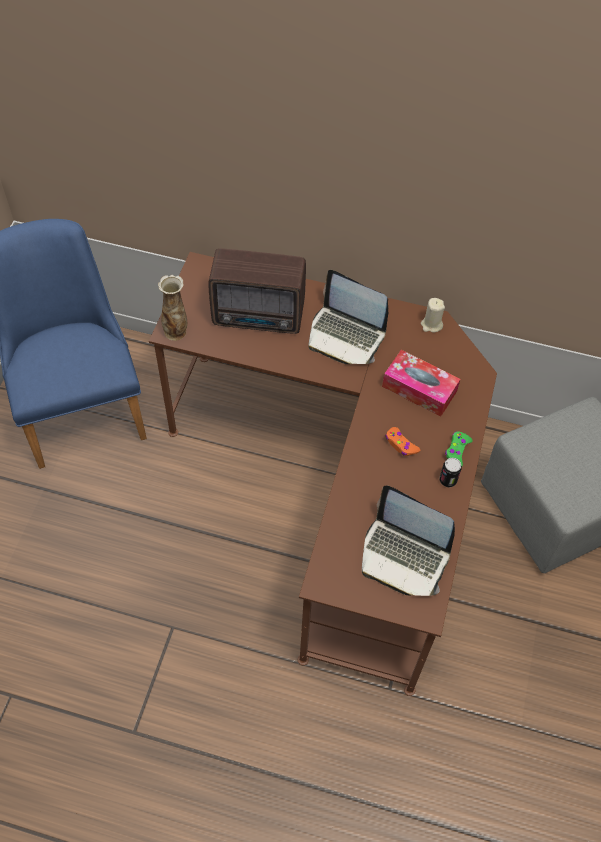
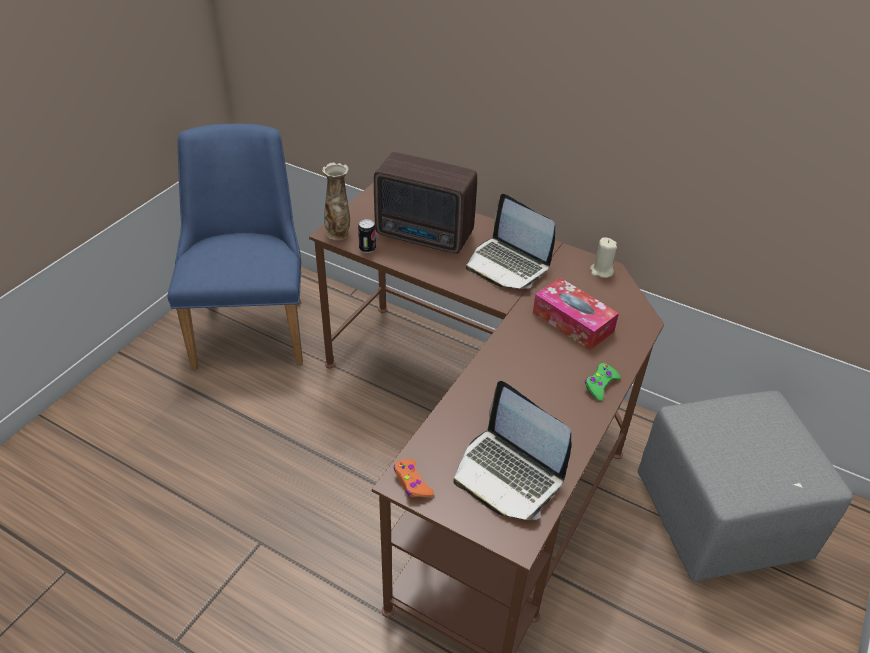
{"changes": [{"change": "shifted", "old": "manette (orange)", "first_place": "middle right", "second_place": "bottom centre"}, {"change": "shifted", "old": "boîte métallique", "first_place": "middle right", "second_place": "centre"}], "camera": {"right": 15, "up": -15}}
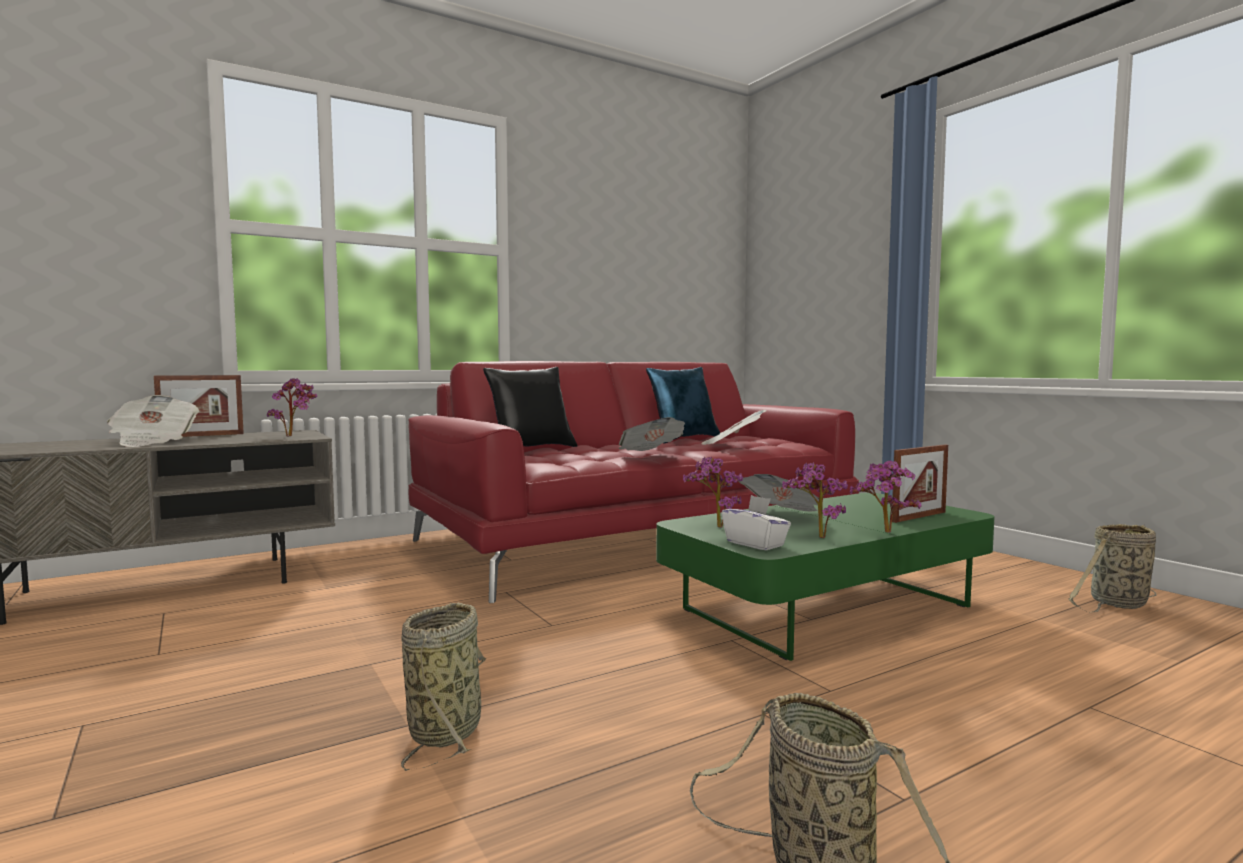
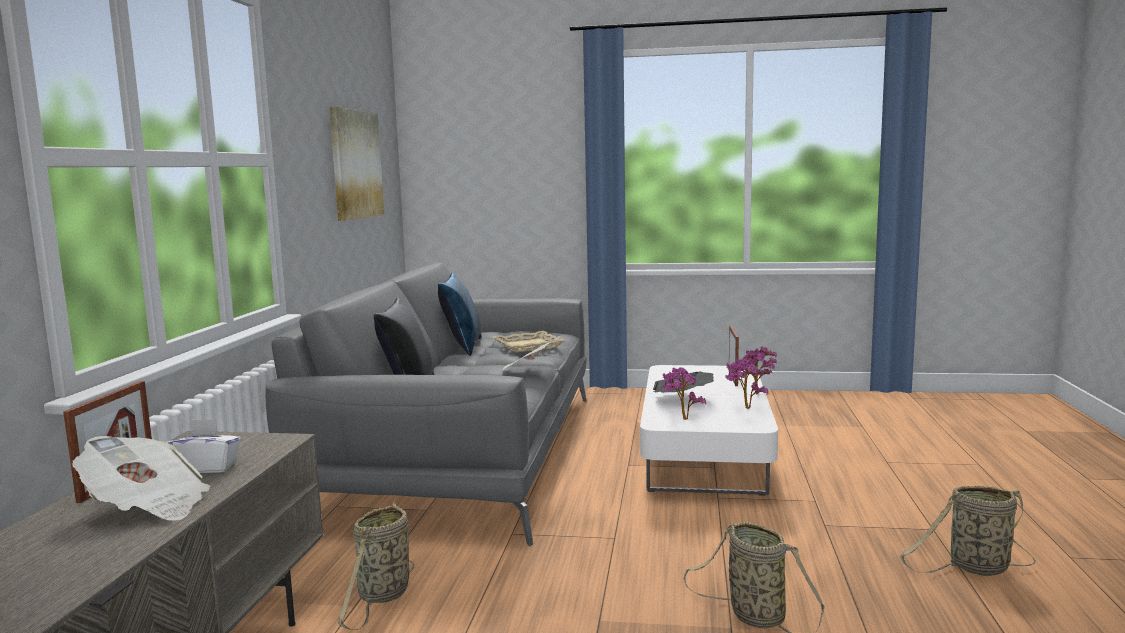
{"changes": [{"change": "gone", "old": "plante en pot (no. 1 from left)", "first_place": "middle left"}, {"change": "repainted", "old": "canapé (rouge)", "new": "canapé (gris)", "first_place": "centre", "second_place": "centre"}, {"change": "repainted", "old": "table basse (vert)", "new": "table basse (blanc)", "first_place": "bottom centre", "second_place": "bottom centre"}, {"change": "swapped", "old": "journal (no. 3 from left)", "new": "plateau (beige)", "first_place": "centre", "second_place": "centre"}, {"change": "shifted", "old": "boîte à mouchoirs (blanc)", "first_place": "centre", "second_place": "bottom left"}, {"change": "shifted", "old": "panier (no. 3 from left in the first image)", "new": "panier (no. 1 from left)", "first_place": "middle right", "second_place": "bottom centre"}, {"change": "new", "new": "tableau", "second_place": "top left"}], "camera": {"right": -50, "up": 5}}
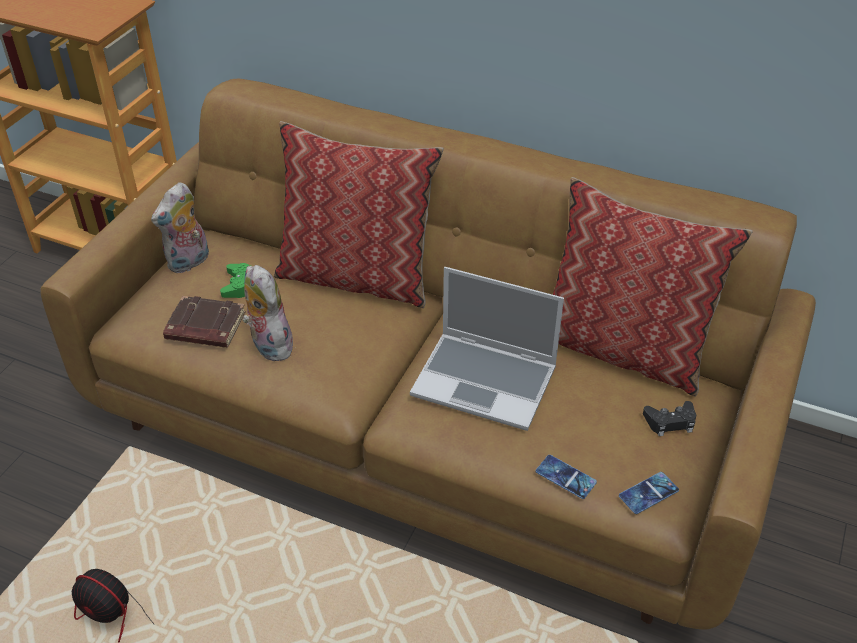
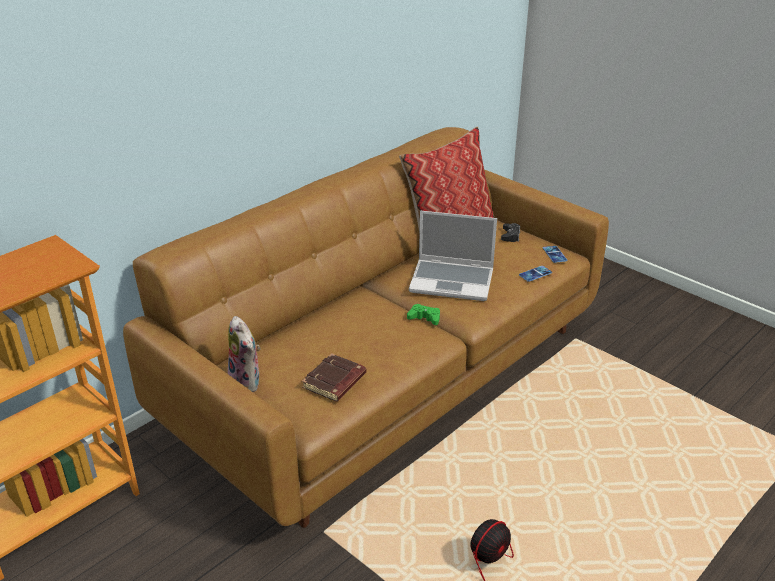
{"changes": [{"change": "shifted", "old": "manette (vert)", "first_place": "middle left", "second_place": "centre"}, {"change": "gone", "old": "peluche (no. 2 from left)", "first_place": "middle left"}, {"change": "gone", "old": "coussin (no. 1 from left)", "first_place": "top centre"}, {"change": "rotated", "old": "ordinateur portable", "first_place": "centre", "second_place": "centre", "degrees": 60}], "camera": {"right": -70, "up": -10}}
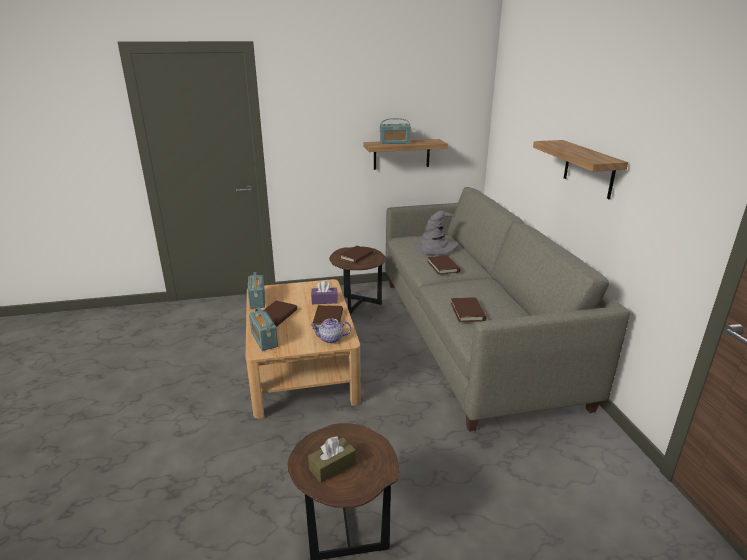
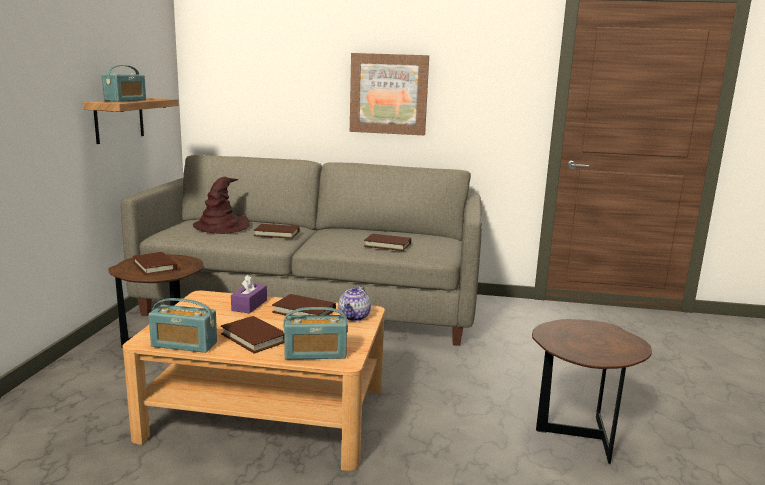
{"changes": [{"change": "gone", "old": "boîte à mouchoirs (marron)", "first_place": "bottom centre"}, {"change": "repainted", "old": "chapeau (gris)", "new": "chapeau (marron)", "first_place": "centre", "second_place": "middle left"}, {"change": "swapped", "old": "étagère (no. 2 from left)", "new": "tableau", "first_place": "top right", "second_place": "top centre"}], "camera": {"right": -70, "up": -10}}
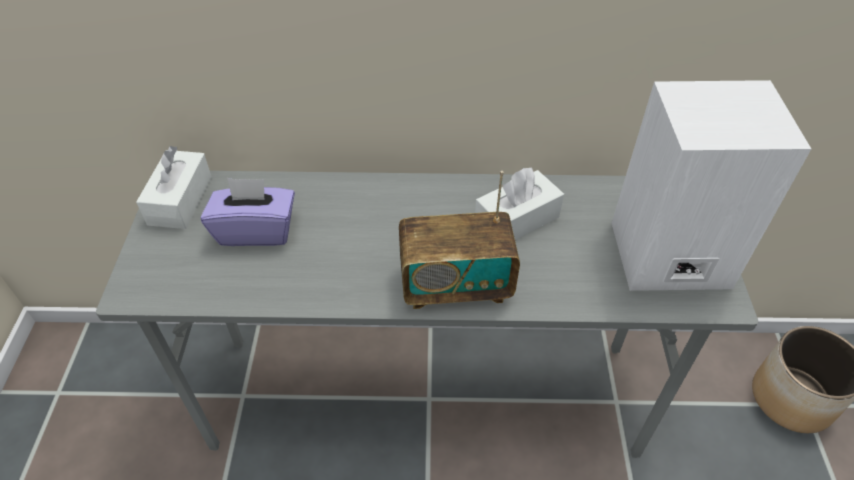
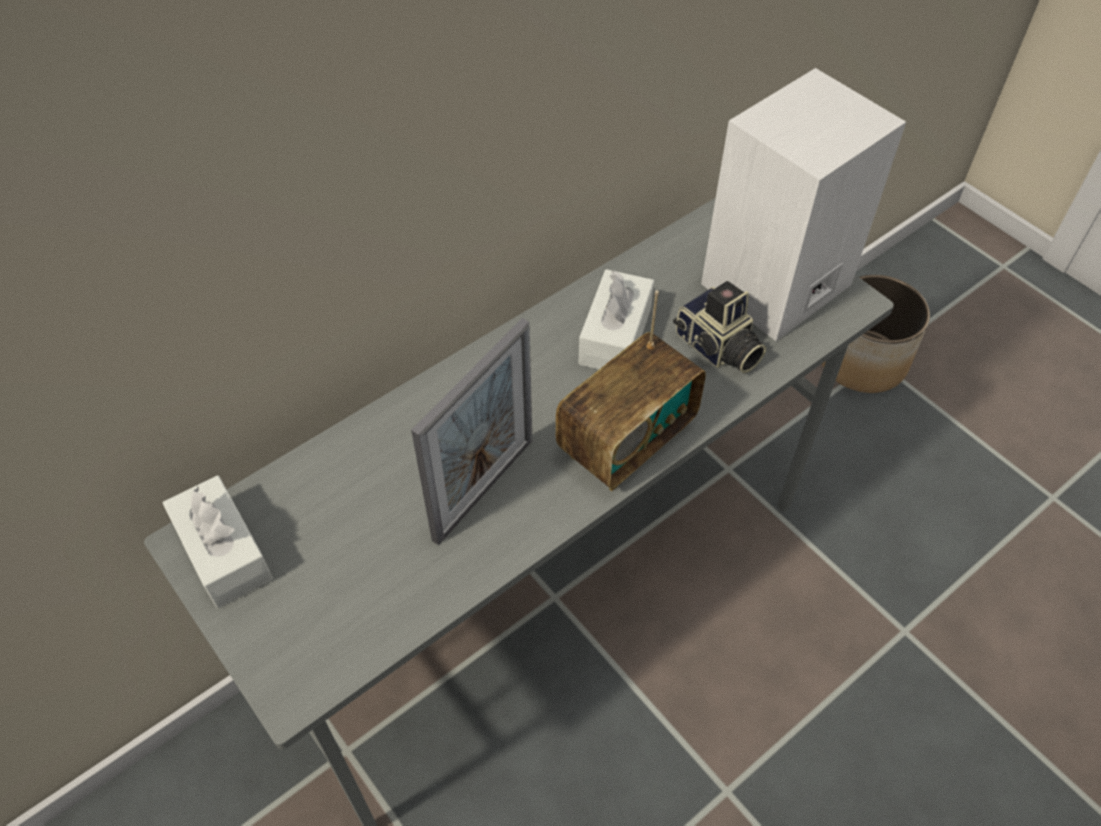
{"changes": [{"change": "gone", "old": "boîte à mouchoirs (violet)", "first_place": "middle left"}, {"change": "new", "new": "cadre photo", "second_place": "centre"}, {"change": "new", "new": "appareil photo", "second_place": "centre"}], "camera": {"right": -40, "up": 5}}
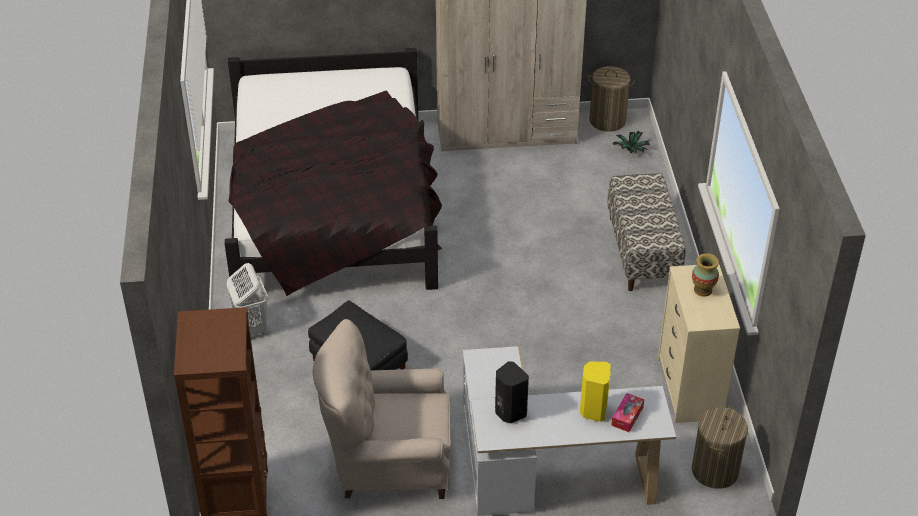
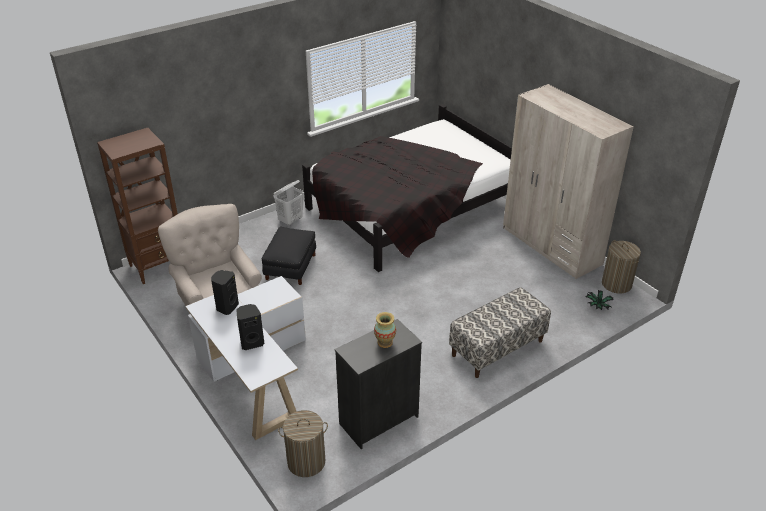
{"changes": [{"change": "repainted", "old": "enceinte (jaune)", "new": "enceinte (noir) (no. 2 from left)", "first_place": "bottom centre", "second_place": "middle left"}, {"change": "gone", "old": "boîte à mouchoirs", "first_place": "bottom right"}, {"change": "repainted", "old": "commode (beige)", "new": "commode (noir)", "first_place": "middle right", "second_place": "bottom centre"}], "camera": {"right": 60, "up": -5}}
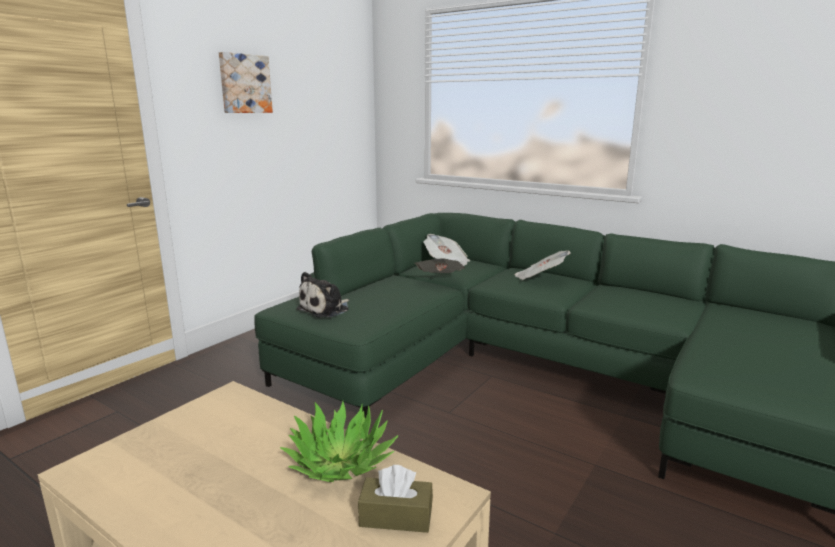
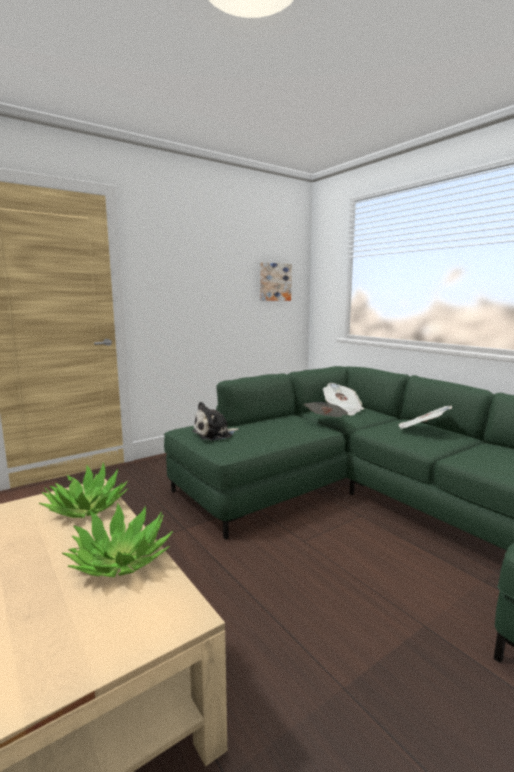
{"changes": [{"change": "shifted", "old": "tableau", "first_place": "top left", "second_place": "centre"}, {"change": "gone", "old": "boîte à mouchoirs (marron)", "first_place": "bottom centre"}, {"change": "new", "new": "plante en pot (no. 1 from left)", "second_place": "middle left"}], "camera": {"right": 20, "up": -5}}
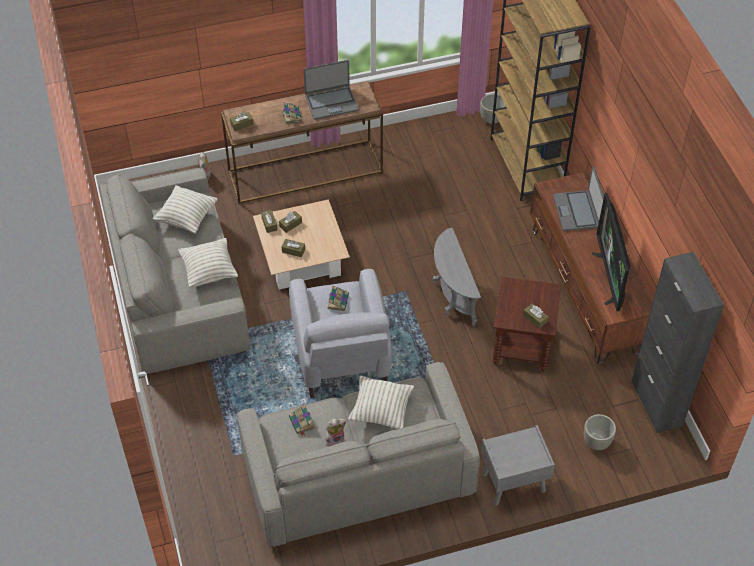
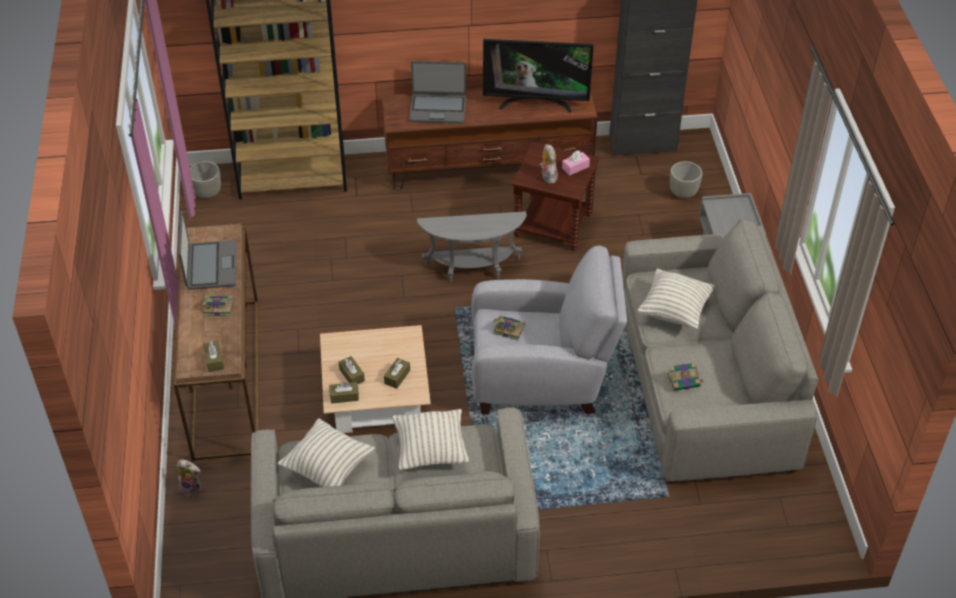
{"changes": [{"change": "shifted", "old": "peluche (no. 2 from left)", "first_place": "bottom centre", "second_place": "top centre"}, {"change": "repainted", "old": "boîte à mouchoirs (marron) (no. 5 from left)", "new": "boîte à mouchoirs (rose)", "first_place": "middle right", "second_place": "top centre"}], "camera": {"right": -80, "up": -5}}
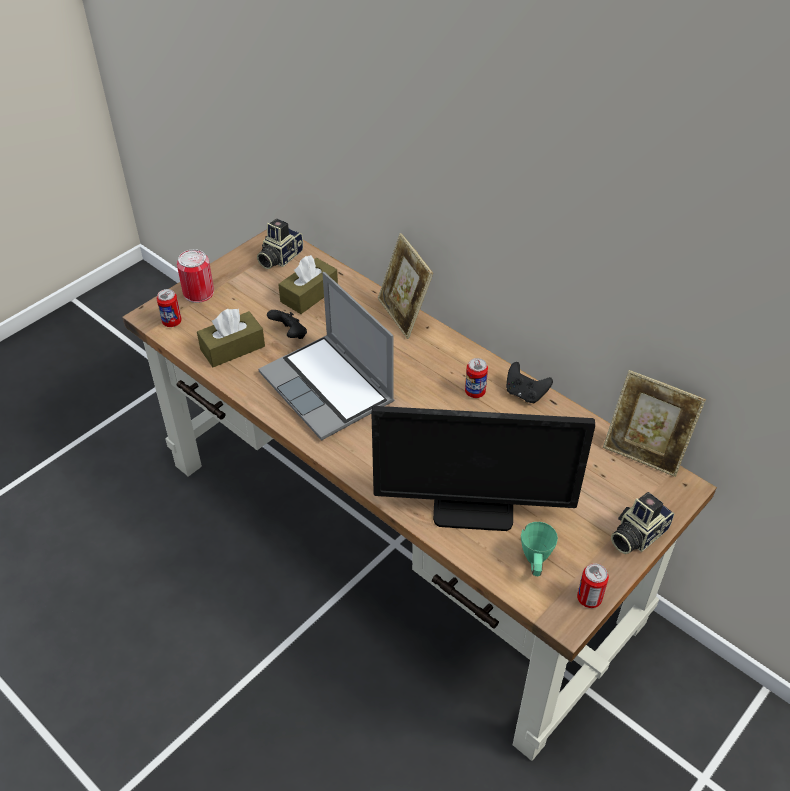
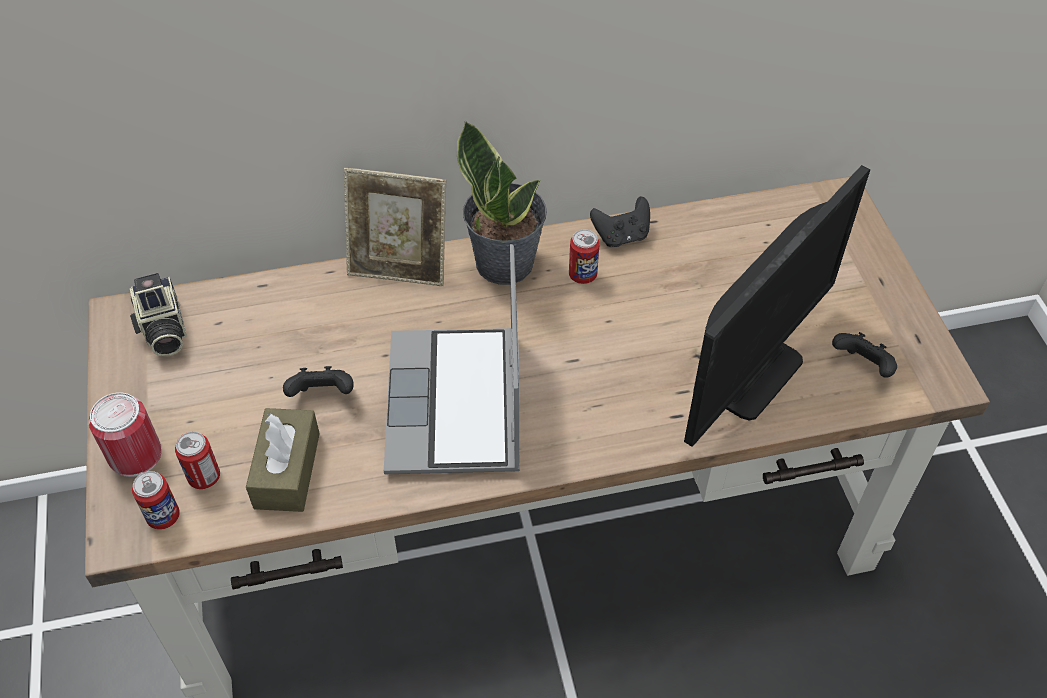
{"changes": [{"change": "rotated", "old": "ordinateur portable", "first_place": "centre", "second_place": "centre", "degrees": 90}, {"change": "gone", "old": "boîte à mouchoirs (marron) (no. 2 from left)", "first_place": "centre"}, {"change": "swapped", "old": "mug (vert)", "new": "manette (noir) (no. 3 from left)", "first_place": "bottom right", "second_place": "middle right"}, {"change": "shifted", "old": "boîte métallique (no. 4 from left in the first image)", "new": "boîte métallique (no. 3 from left)", "first_place": "bottom right", "second_place": "middle left"}, {"change": "gone", "old": "cadre photo (no. 2 from left)", "first_place": "middle right"}, {"change": "gone", "old": "appareil photo (no. 2 from left)", "first_place": "middle right"}, {"change": "new", "new": "plante en pot", "second_place": "top centre"}], "camera": {"right": -55, "up": 5}}
